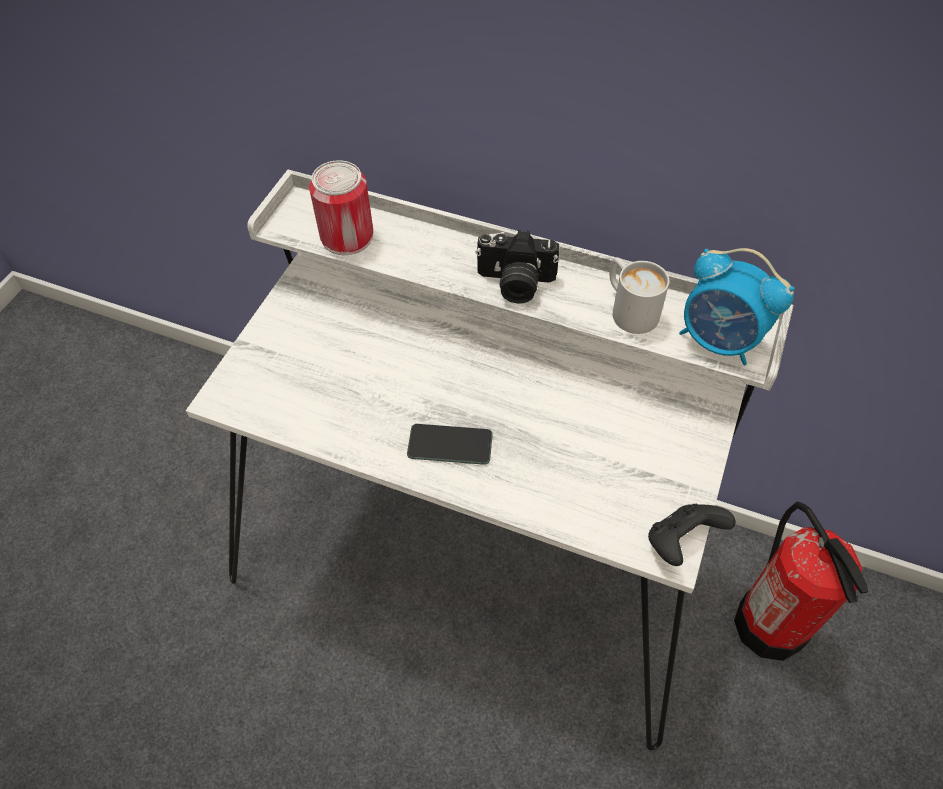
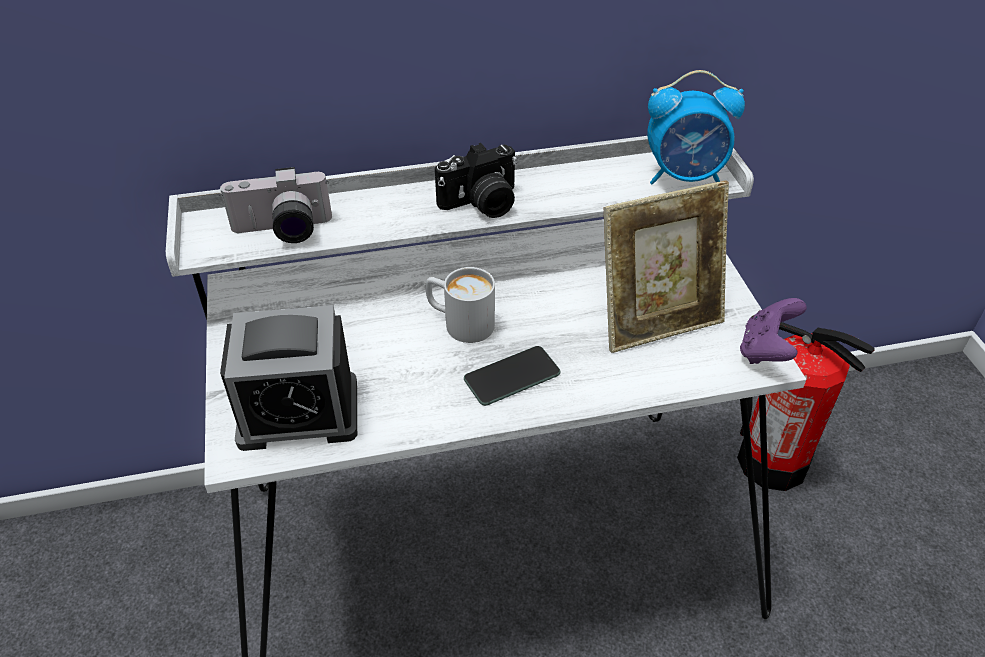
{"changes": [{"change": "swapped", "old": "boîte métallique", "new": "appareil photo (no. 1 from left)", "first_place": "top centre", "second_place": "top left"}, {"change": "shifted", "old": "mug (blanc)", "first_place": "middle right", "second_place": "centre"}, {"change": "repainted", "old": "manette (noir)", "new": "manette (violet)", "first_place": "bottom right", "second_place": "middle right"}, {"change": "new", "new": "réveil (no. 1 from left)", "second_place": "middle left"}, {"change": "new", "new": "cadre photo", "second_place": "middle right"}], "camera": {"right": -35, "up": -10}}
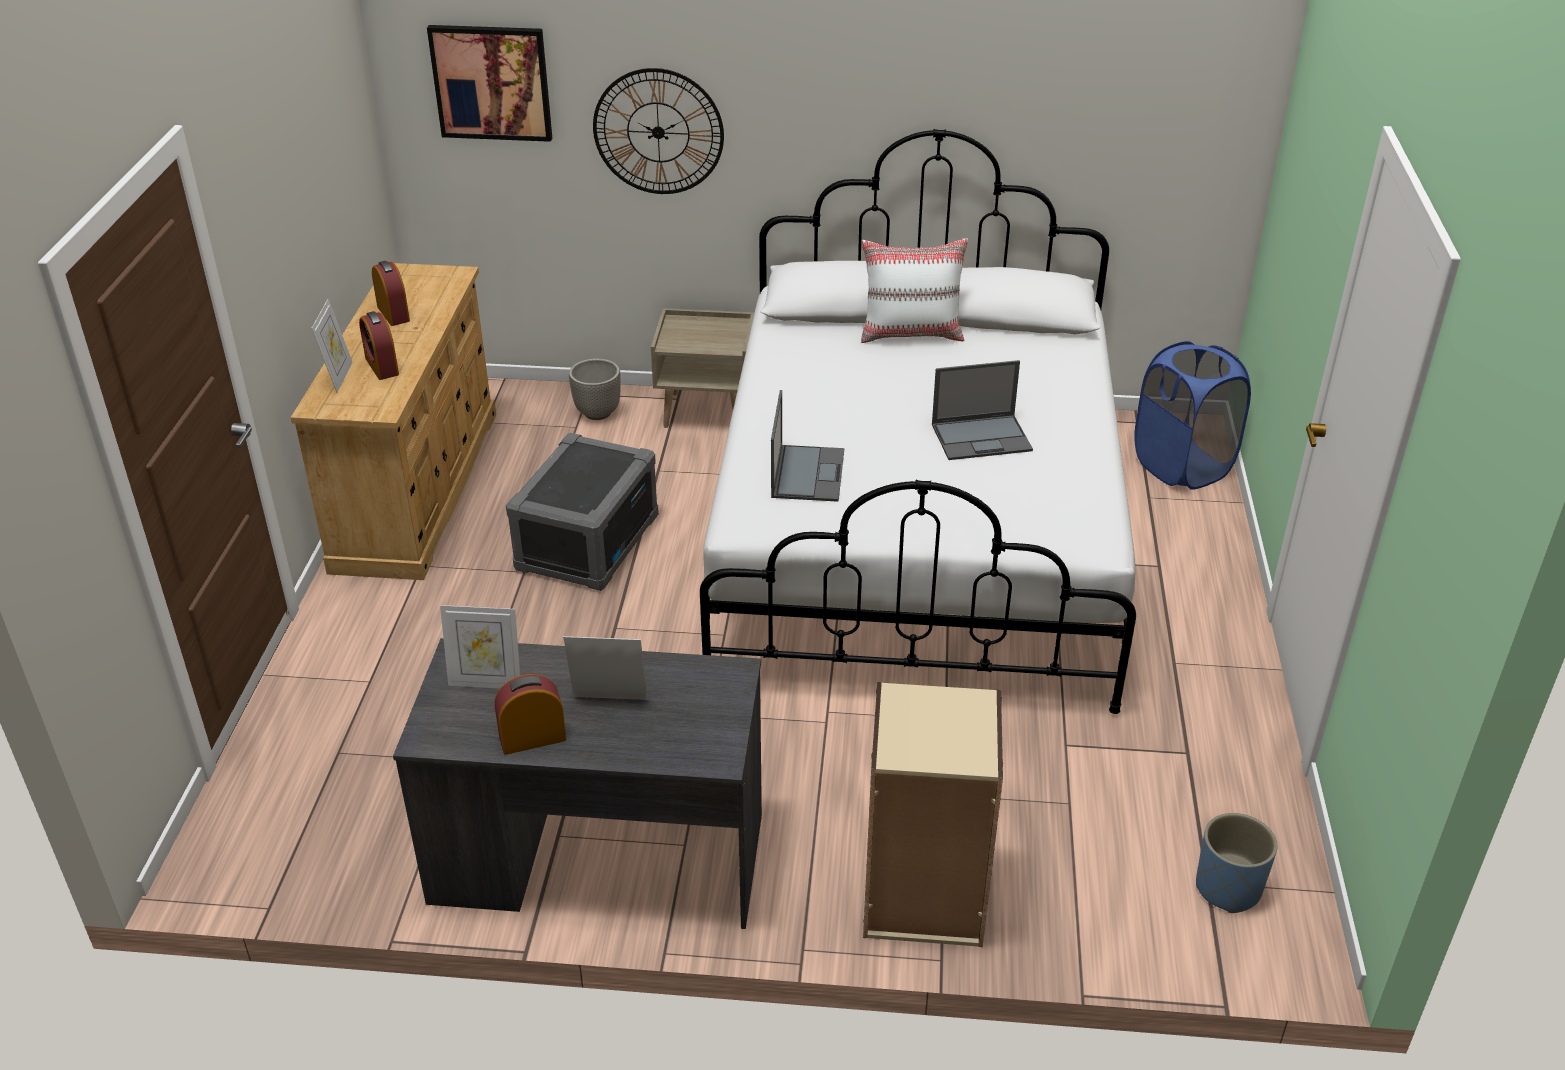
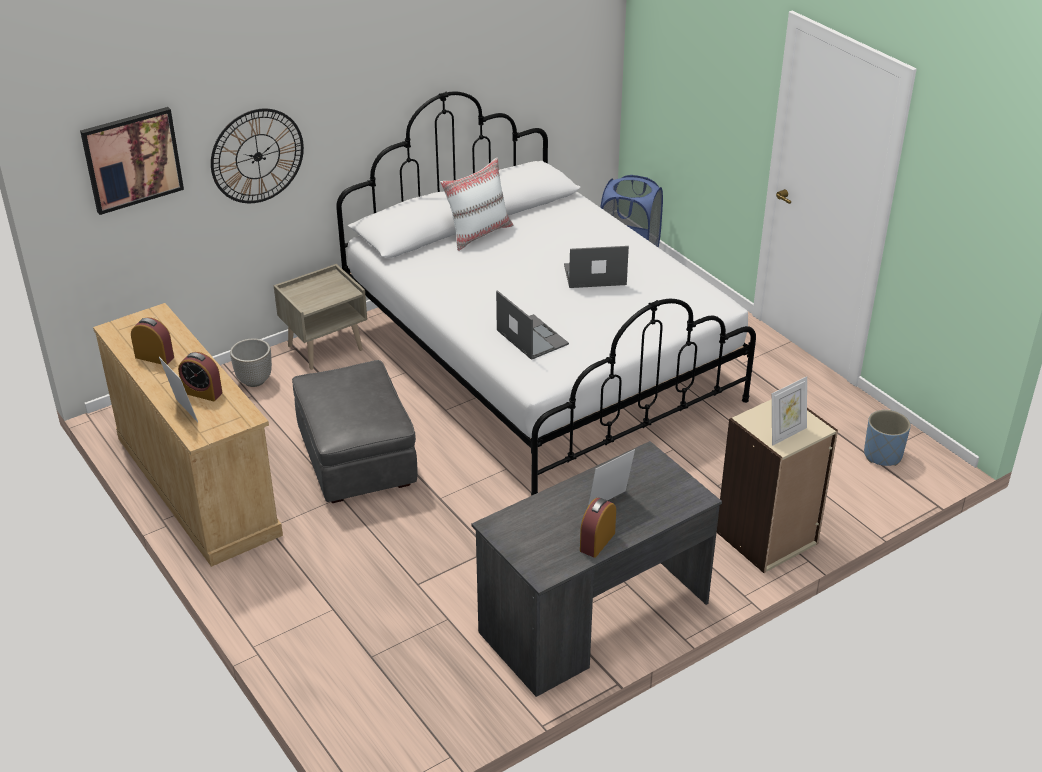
{"changes": [{"change": "shifted", "old": "cadre photo (no. 2 from left in the first image)", "new": "cadre photo (no. 3 from left)", "first_place": "middle left", "second_place": "middle right"}, {"change": "swapped", "old": "boîte de rangement (gris)", "new": "pouf (gris)", "first_place": "centre", "second_place": "centre"}, {"change": "rotated", "old": "ordinateur portable (no. 2 from left)", "first_place": "centre", "second_place": "centre", "degrees": -135}], "camera": {"right": -40, "up": 0}}
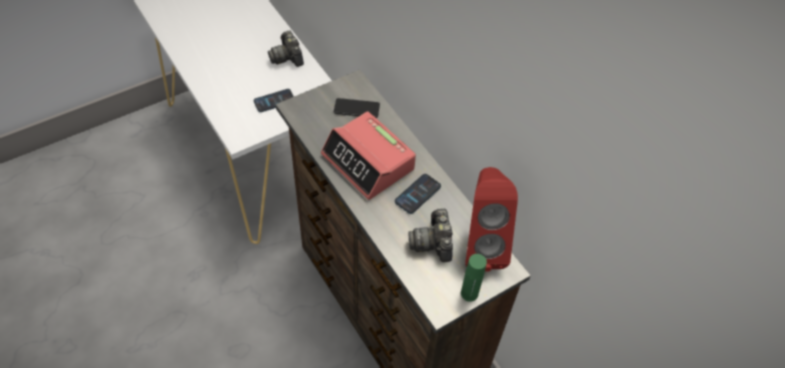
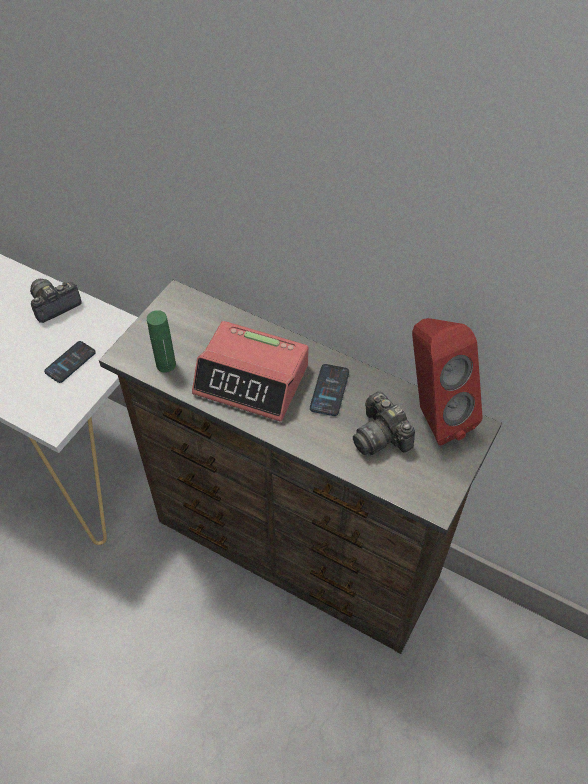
{"changes": [{"change": "rotated", "old": "appareil photo (no. 1 from left)", "first_place": "top centre", "second_place": "middle left", "degrees": 105}, {"change": "gone", "old": "téléphone (no. 2 from left)", "first_place": "top centre"}, {"change": "shifted", "old": "bouteille (vert)", "first_place": "bottom centre", "second_place": "middle left"}], "camera": {"right": -25, "up": 0}}
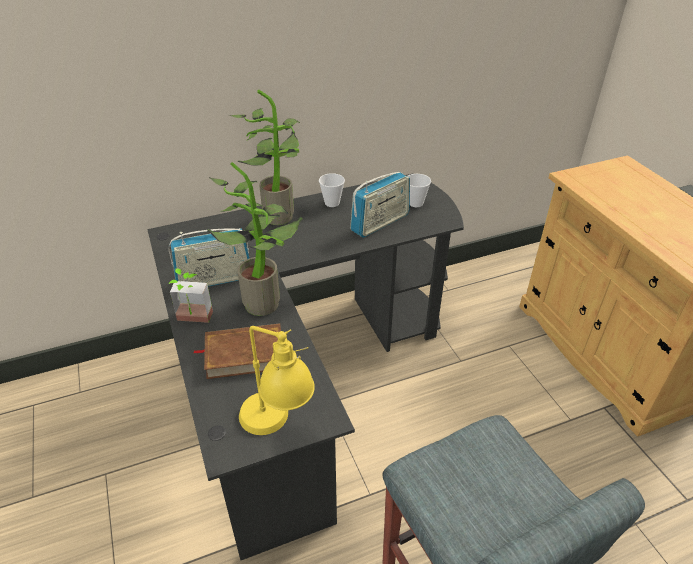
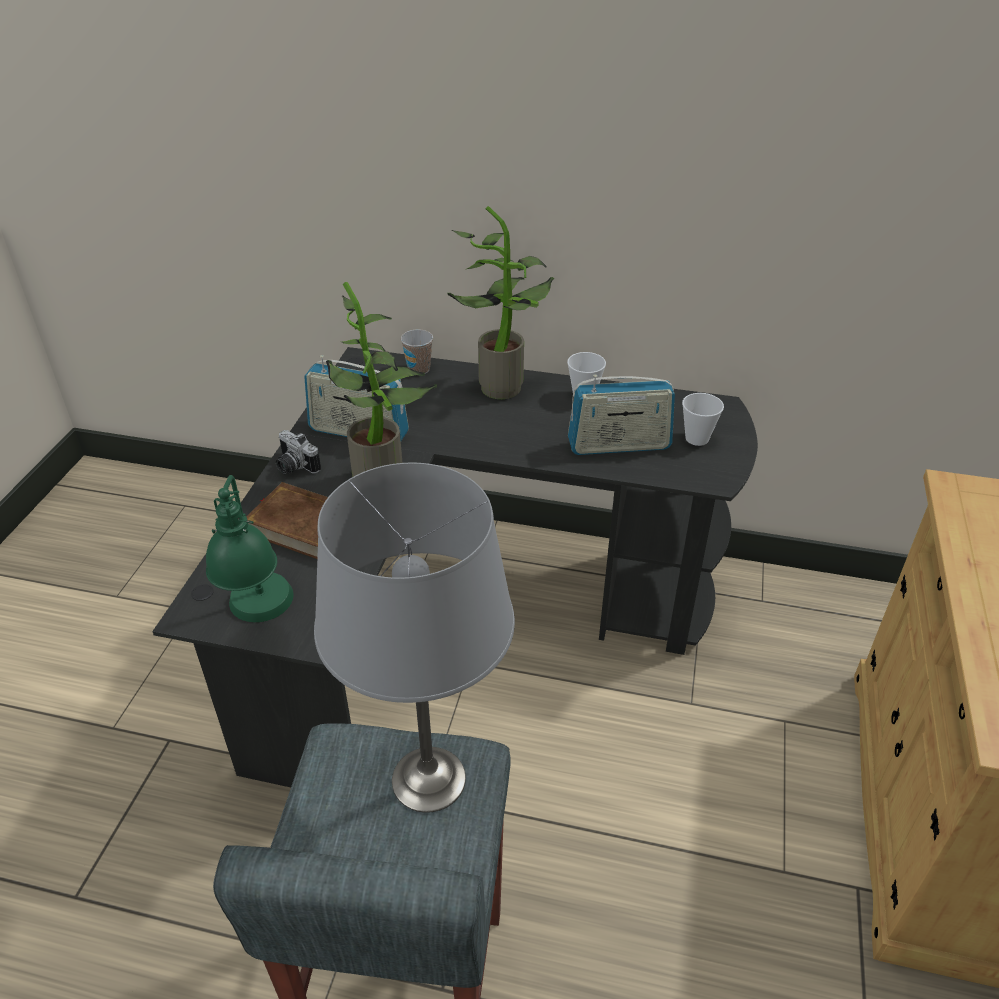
{"changes": [{"change": "swapped", "old": "plante en pot (no. 1 from left)", "new": "appareil photo", "first_place": "middle left", "second_place": "middle left"}, {"change": "repainted", "old": "lampe de table (jaune)", "new": "lampe de table (vert)", "first_place": "bottom centre", "second_place": "middle left"}, {"change": "new", "new": "lampe de table (gris)", "second_place": "centre"}, {"change": "new", "new": "tasse (no. 1 from left)", "second_place": "centre"}], "camera": {"right": 35, "up": 0}}
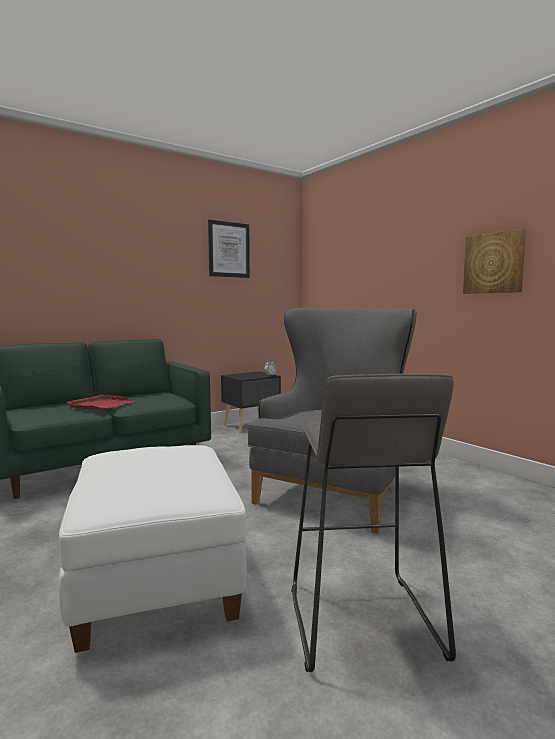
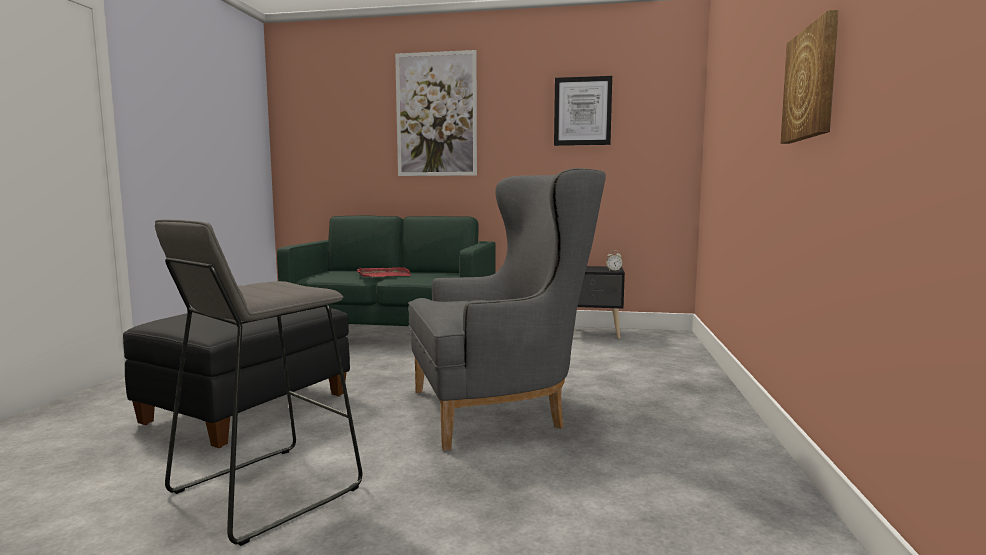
{"changes": [{"change": "repainted", "old": "pouf (blanc)", "new": "pouf (noir)", "first_place": "bottom left", "second_place": "bottom left"}, {"change": "new", "new": "tableau (no. 1 from left)", "second_place": "top centre"}], "camera": {"right": 45, "up": 0}}
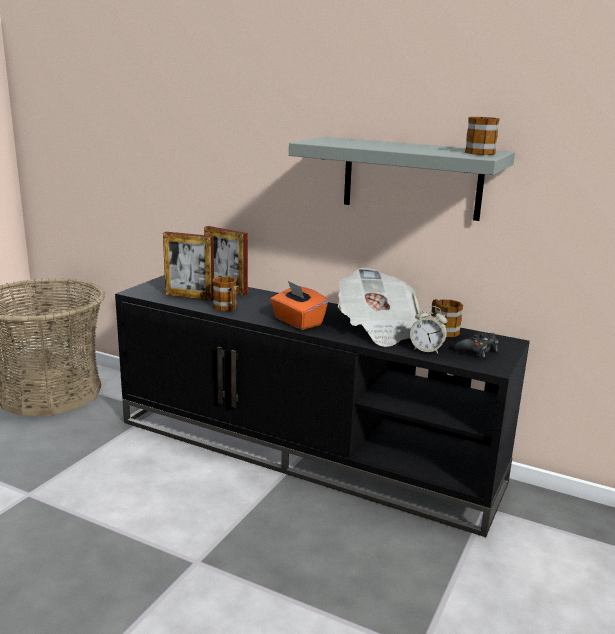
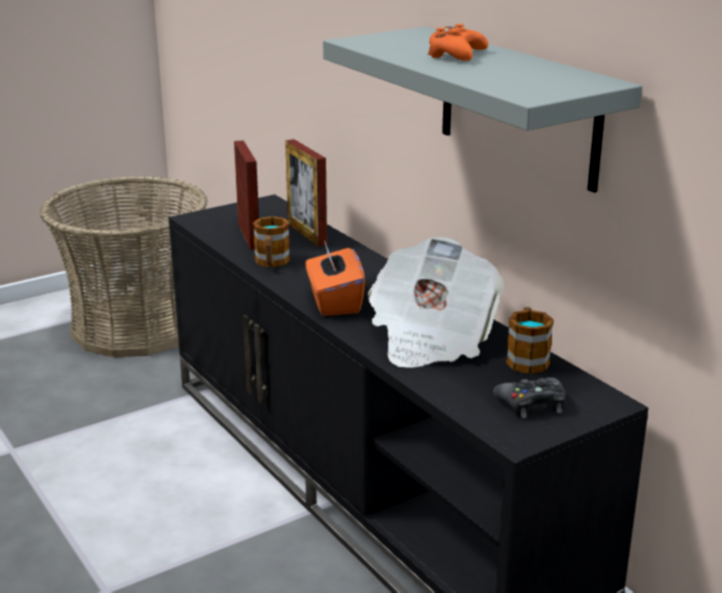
{"changes": [{"change": "rotated", "old": "cadre photo (no. 1 from left)", "first_place": "middle left", "second_place": "top centre", "degrees": -150}, {"change": "gone", "old": "réveil", "first_place": "middle right"}, {"change": "gone", "old": "mug (no. 3 from left)", "first_place": "top right"}, {"change": "new", "new": "manette (orange)", "second_place": "top centre"}], "camera": {"right": 30, "up": 5}}
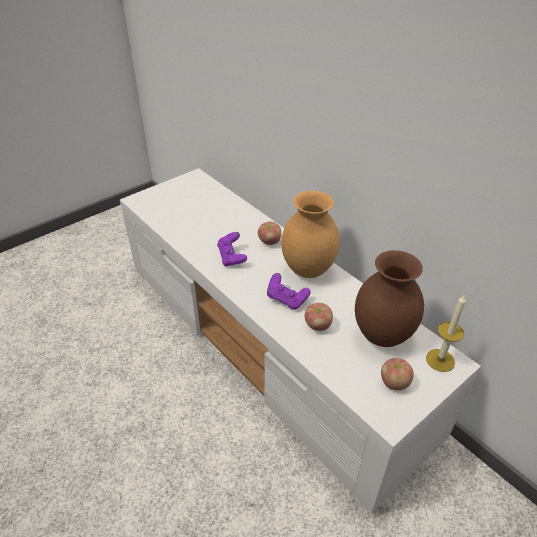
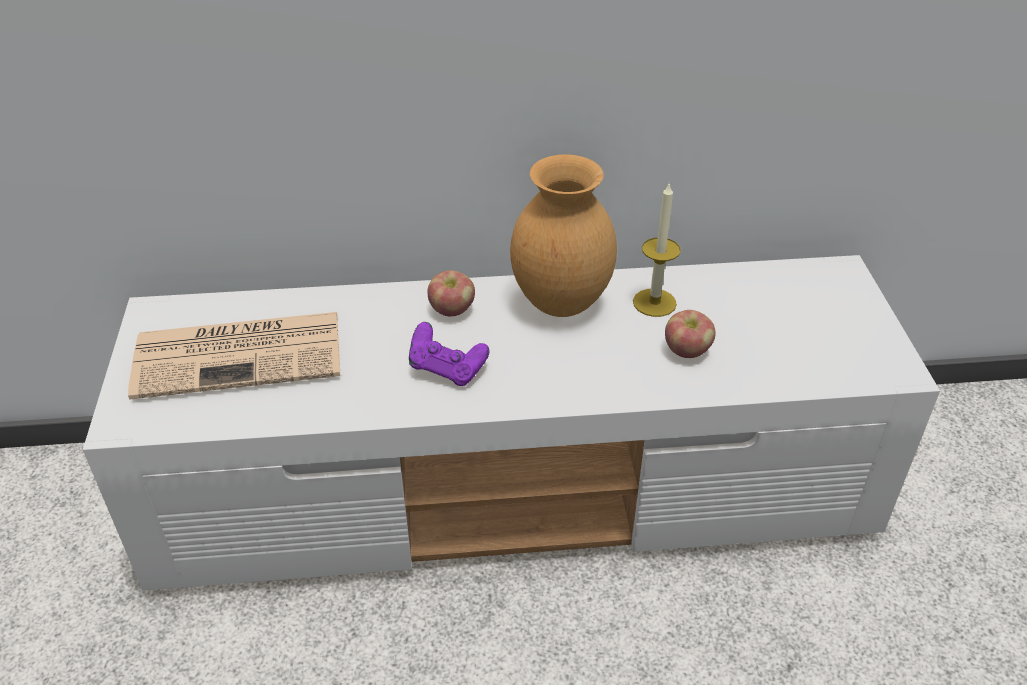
{"changes": [{"change": "gone", "old": "manette (violet) (no. 2 from left)", "first_place": "centre"}, {"change": "gone", "old": "vase (marron) (no. 2 from left)", "first_place": "middle right"}, {"change": "gone", "old": "pomme (no. 3 from left)", "first_place": "bottom right"}, {"change": "shifted", "old": "bougie", "first_place": "middle right", "second_place": "centre"}, {"change": "new", "new": "journal", "second_place": "middle left"}], "camera": {"right": -55, "up": 0}}
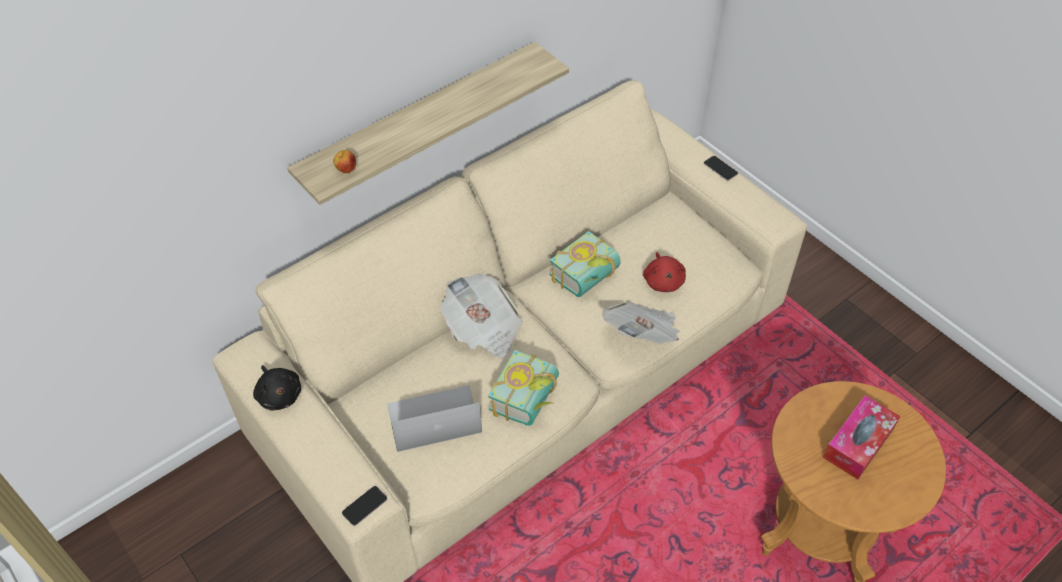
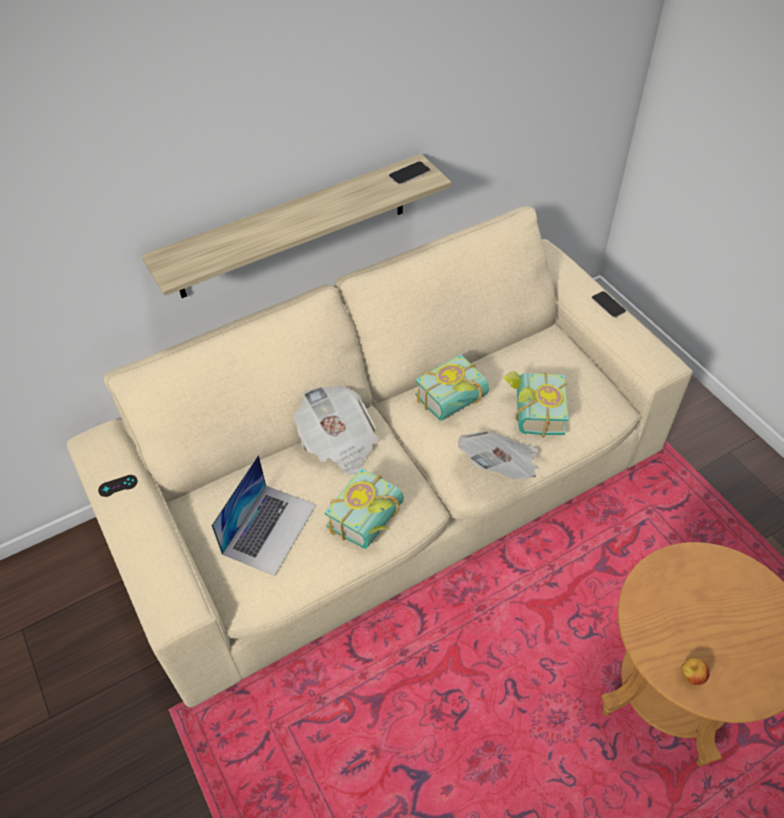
{"changes": [{"change": "swapped", "old": "peluche (noir)", "new": "manette (noir)", "first_place": "bottom left", "second_place": "middle left"}, {"change": "shifted", "old": "pomme", "first_place": "top left", "second_place": "bottom right"}, {"change": "shifted", "old": "téléphone (no. 1 from left)", "first_place": "bottom centre", "second_place": "top centre"}, {"change": "rotated", "old": "ordinateur portable", "first_place": "bottom centre", "second_place": "centre", "degrees": 120}, {"change": "swapped", "old": "peluche (rouge)", "new": "livre (no. 3 from left)", "first_place": "centre", "second_place": "middle right"}, {"change": "gone", "old": "boîte à mouchoirs", "first_place": "bottom right"}], "camera": {"right": 10, "up": 0}}
